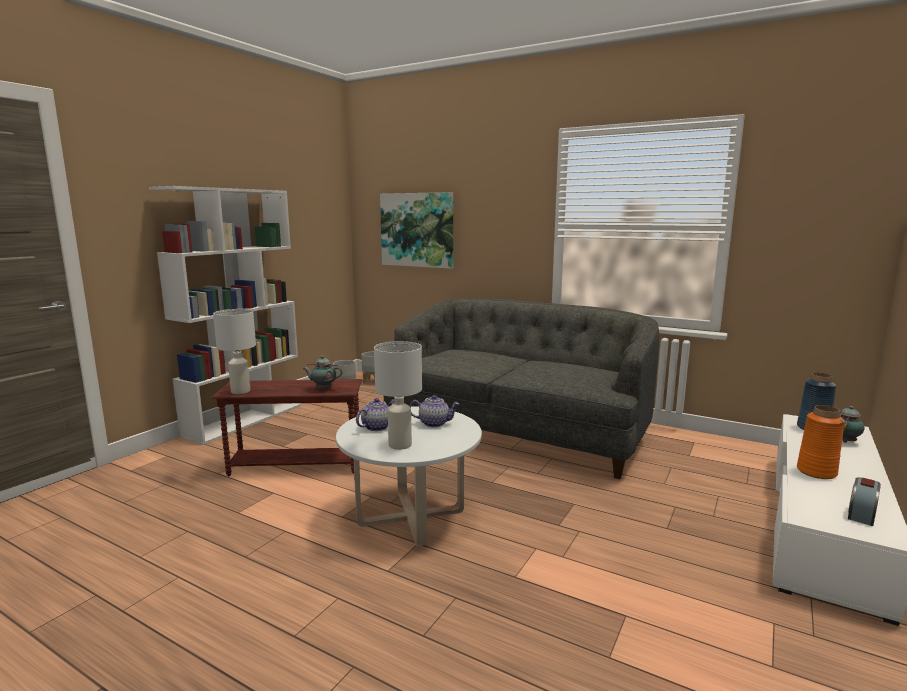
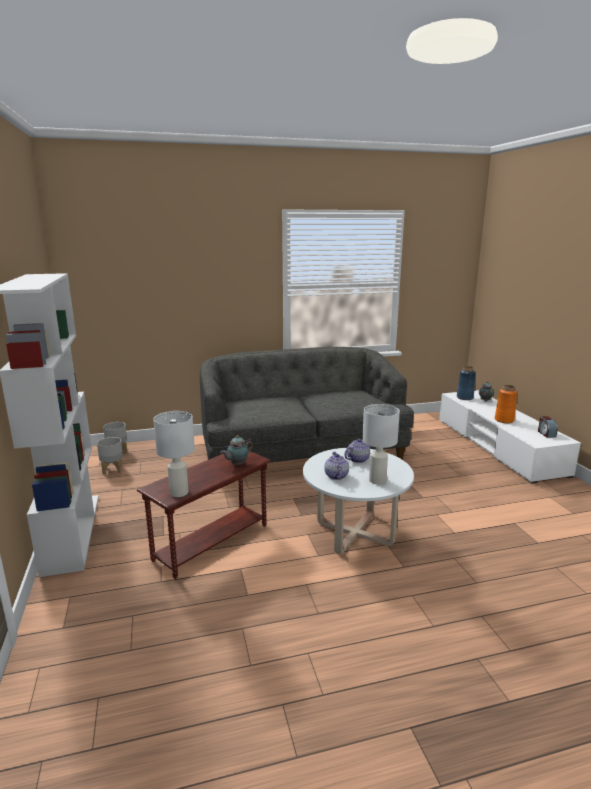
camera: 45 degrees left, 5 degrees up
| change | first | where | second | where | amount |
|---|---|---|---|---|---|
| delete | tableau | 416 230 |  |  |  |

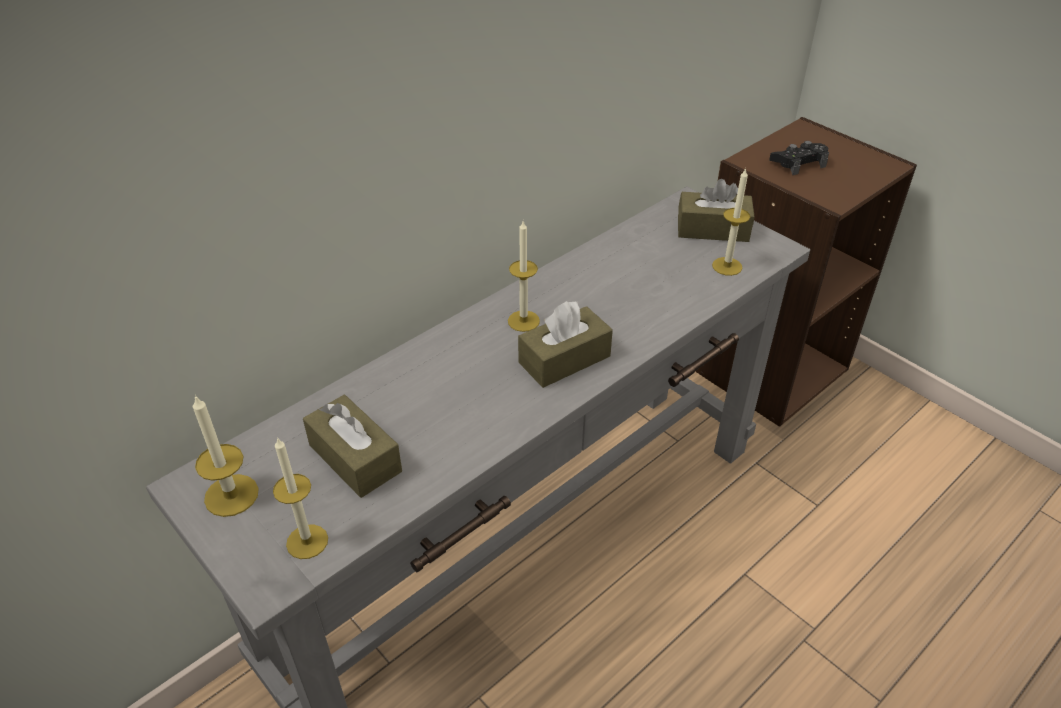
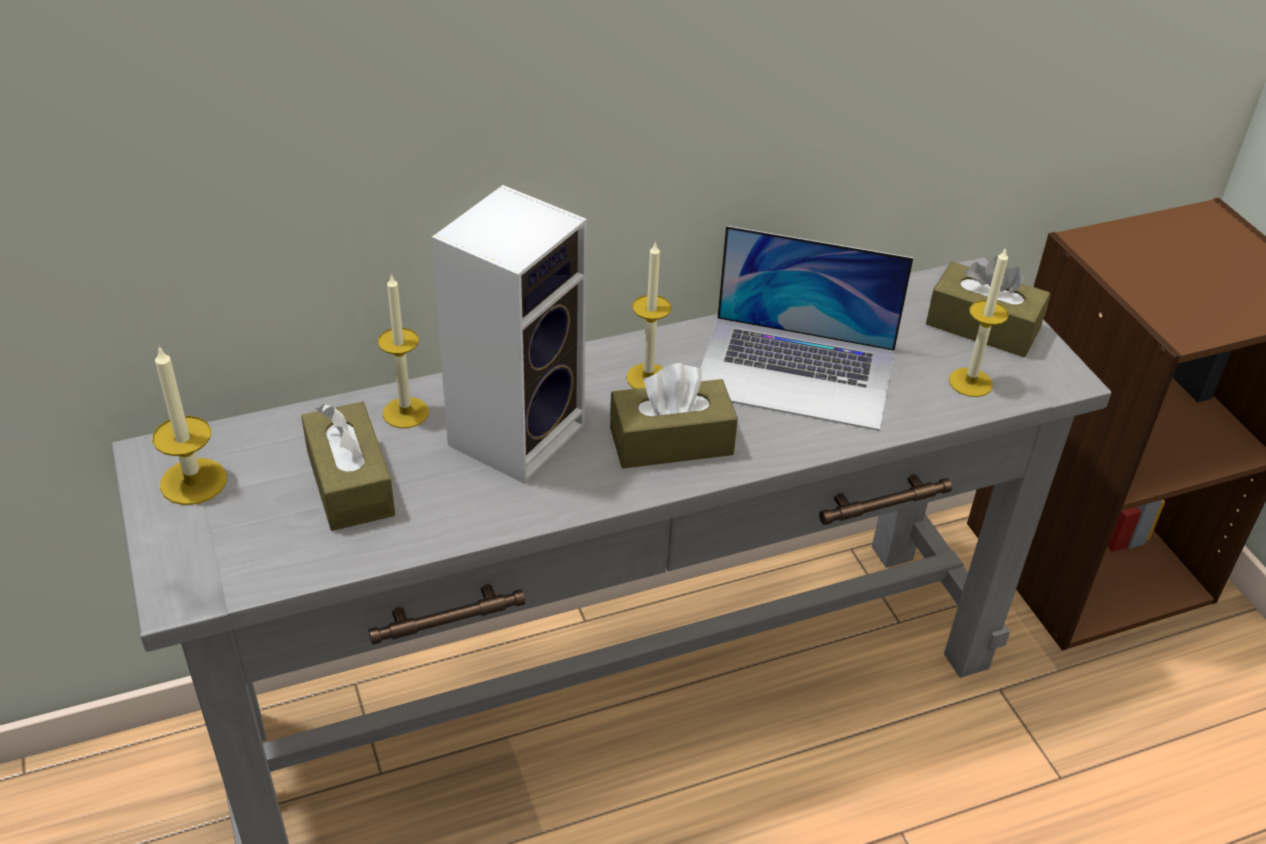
camera: 20 degrees right, 0 degrees up
| change | first | where | second | where | amount |
|---|---|---|---|---|---|
| delete | manette [noir] | 799 158 |  |  |  |
| insert |  |  | enceinte | 509 334 |  |
| insert |  |  | ordinateur portable | 806 328 |  |
| move | bougie | 300 498 |  | 403 351 |  |

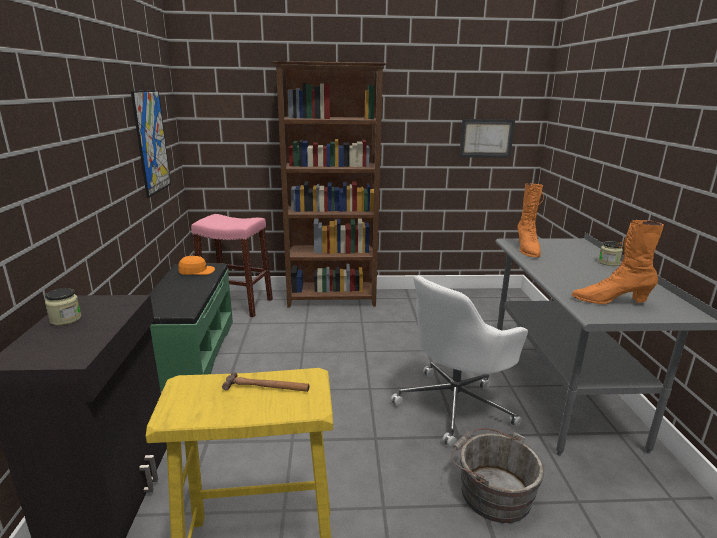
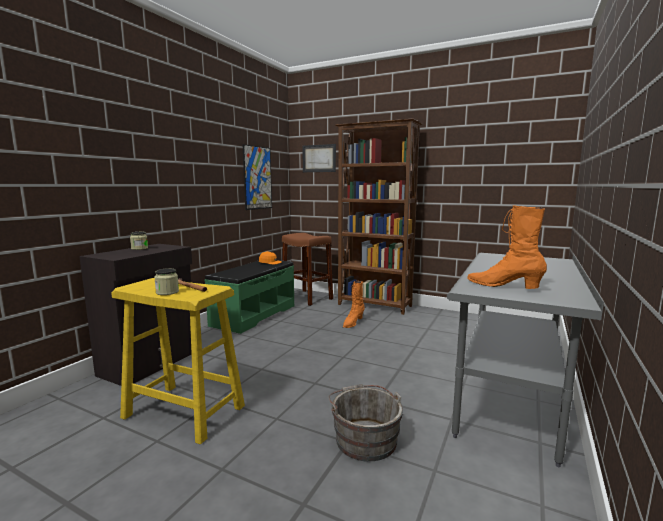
camera: 30 degrees right, 10 degrees down
| change | first | where | second | where | amount |
|---|---|---|---|---|---|
| delete | chaise de bureau [blanc] | 459 361 |  |  |  |
| move | tableau | 487 138 |  | 319 158 |  |
| move | botte [orange] | 531 220 |  | 354 304 |  |
| move | bocal | 610 253 |  | 166 281 |  |
| recolor | tabouret [rose] | 232 265 | tabouret [marron] | 307 269 |  |

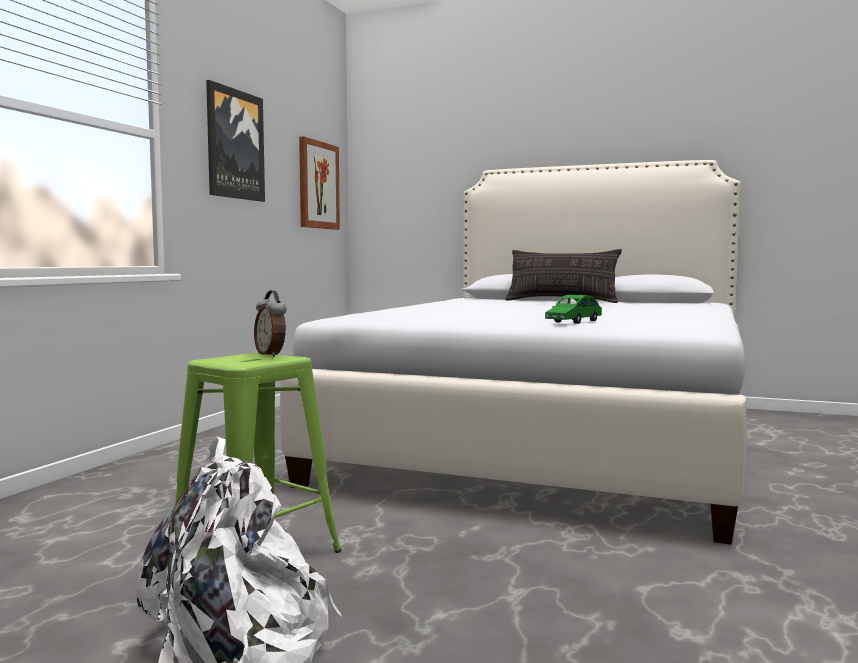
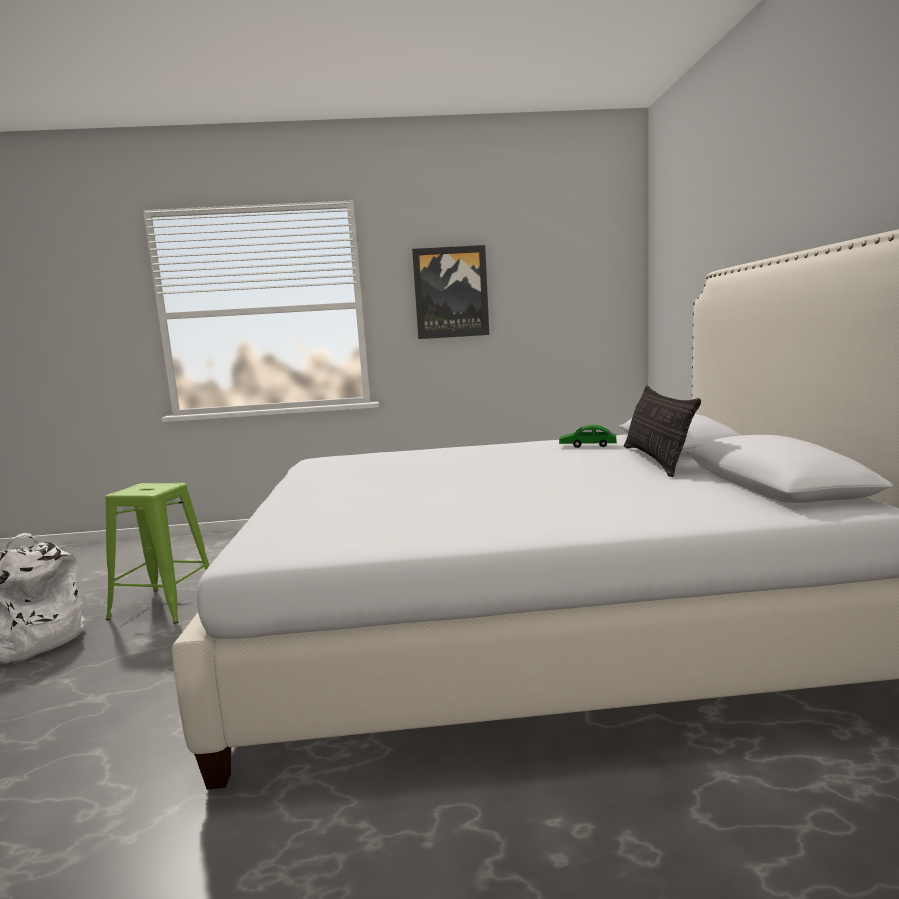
camera: 65 degrees right, 5 degrees up
| change | first | where | second | where | amount |
|---|---|---|---|---|---|
| delete | réveil | 270 323 |  |  |  |
| delete | tableau | 319 183 |  |  |  |
| move | petite voiture [vert] | 573 309 |  | 587 436 |  |

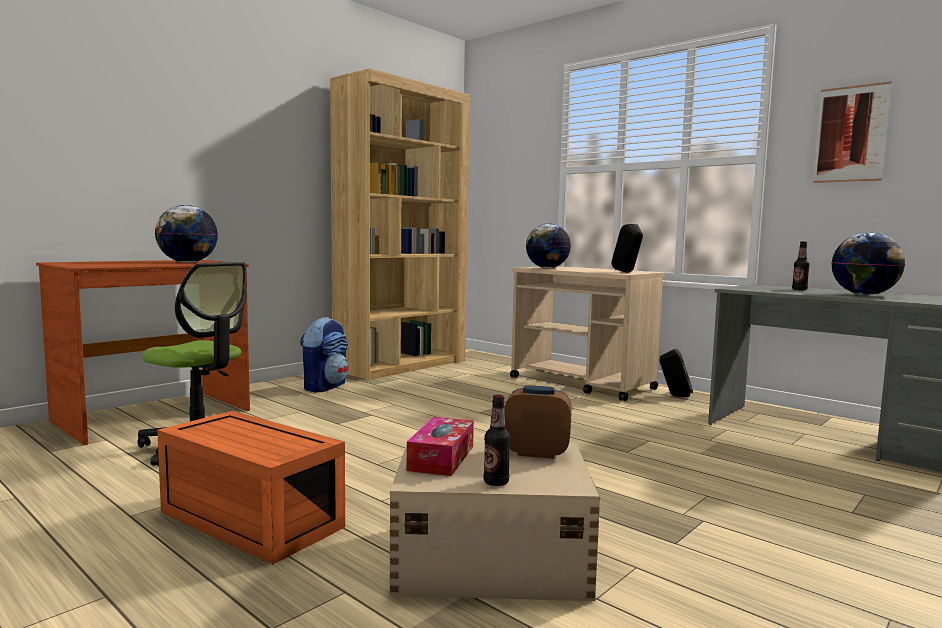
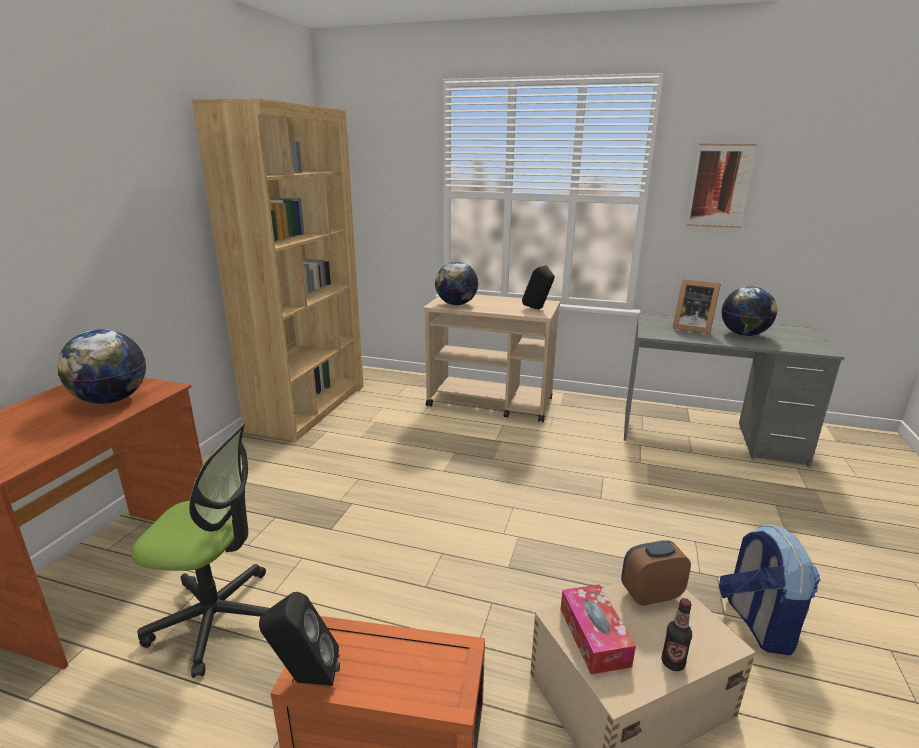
camera: 25 degrees left, 15 degrees up
| change | first | where | second | where | amount |
|---|---|---|---|---|---|
| move | sac à dos | 324 354 |  | 769 589 |  |
| move | enceinte [noir] | 676 373 |  | 299 639 |  |
| replace | bouteille | 801 265 | cadre photo | 697 307 |  |

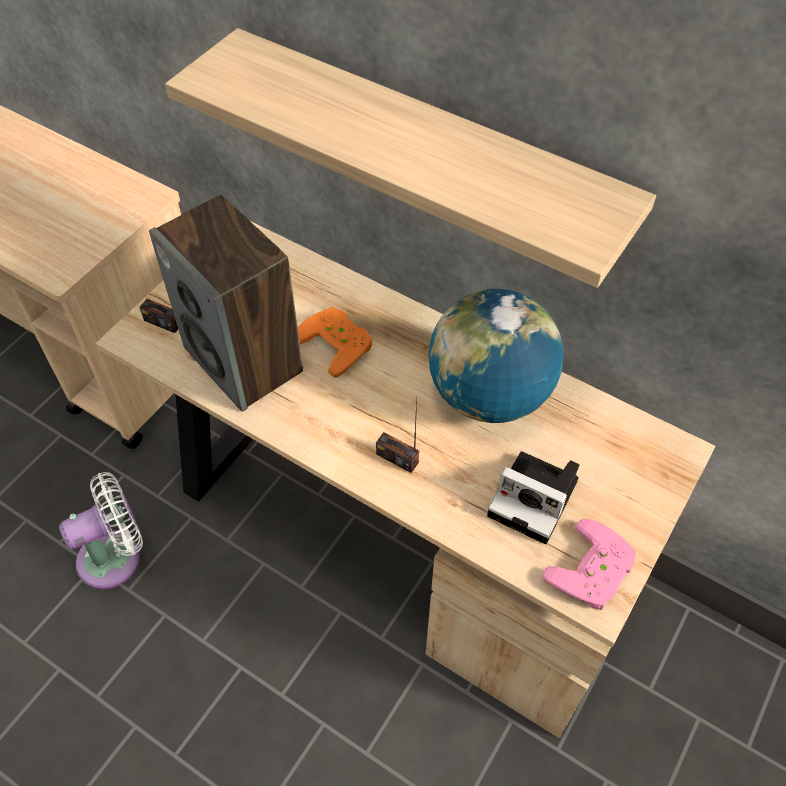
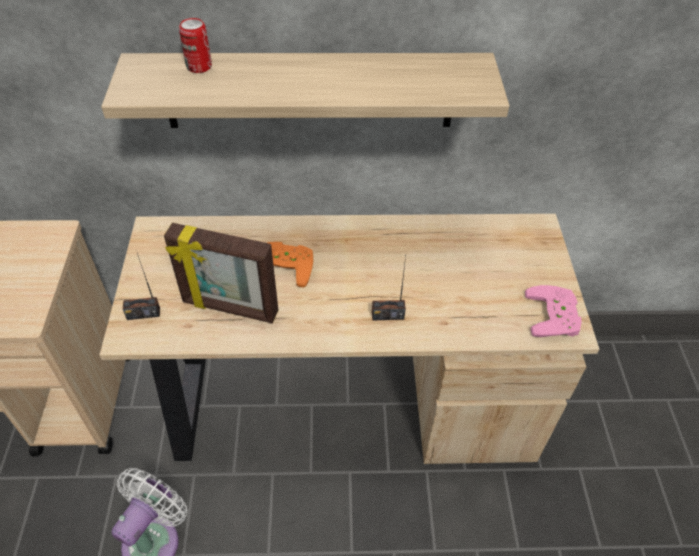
camera: 35 degrees left, 5 degrees down
| change | first | where | second | where | amount |
|---|---|---|---|---|---|
| delete | globe | 496 356 |  |  |  |
| delete | appareil photo | 533 498 |  |  |  |
| insert |  |  | boîte métallique | 195 45 |  |
| replace | enceinte | 226 303 | cadre photo | 221 273 |  |

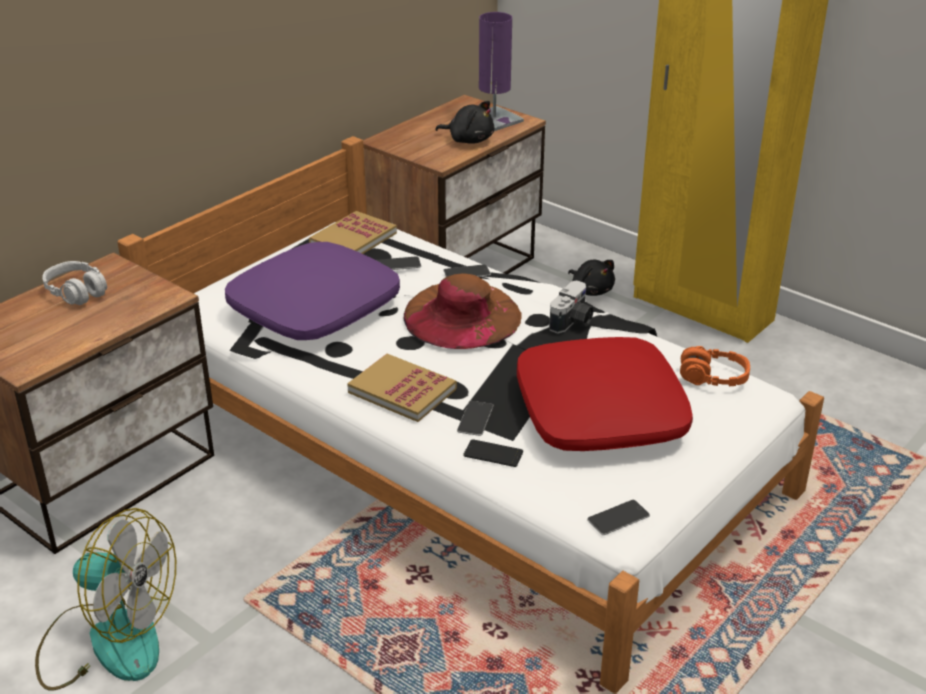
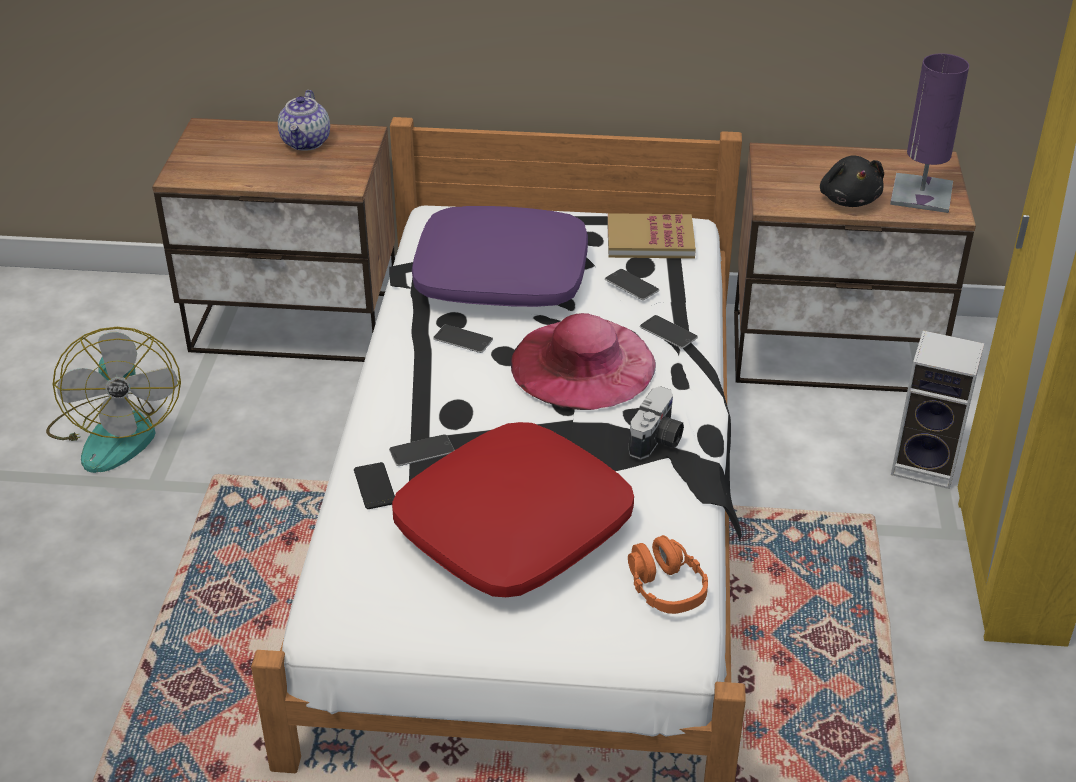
camera: 55 degrees right, 5 degrees up
| change | first | where | second | where | amount |
|---|---|---|---|---|---|
| delete | livre | 402 388 |  |  |  |
| move | téléphone | 618 517 |  | 463 339 |  |
| replace | casque audio [gris] | 74 283 | théière | 304 120 |  |
| replace | peluche [noir] | 591 278 | enceinte | 937 409 |  |
| recolor | chapeau [marron] | 463 311 | chapeau [rose] | 583 361 |  |
| rotate | appareil photo | 571 307 |  | 656 423 | 60 degrees counterclockwise |

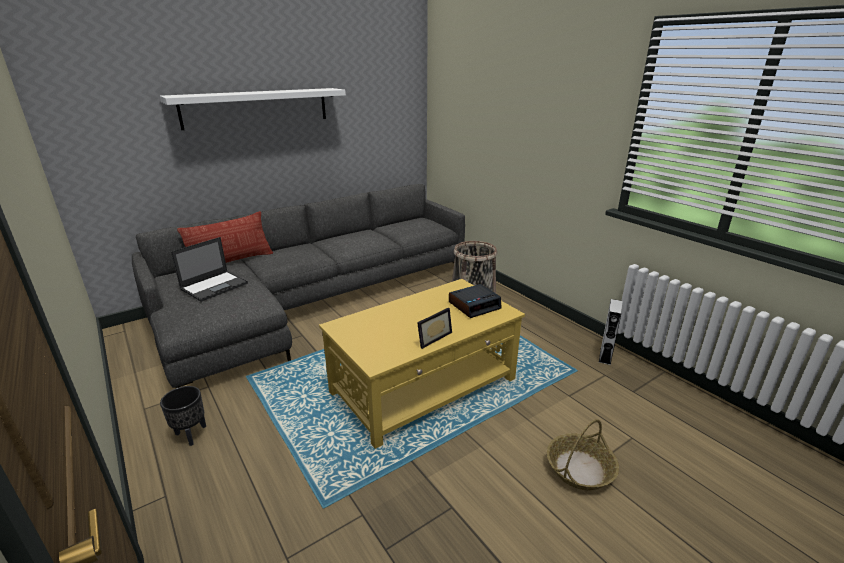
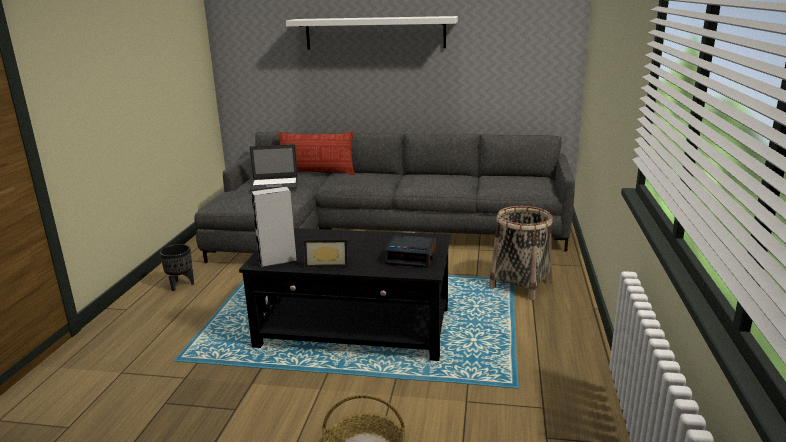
camera: 45 degrees right, 5 degrees down
| change | first | where | second | where | amount |
|---|---|---|---|---|---|
| move | enceinte [gris] | 610 332 |  | 274 227 |  |
| recolor | table basse [jaune] | 422 364 | table basse [noir] | 345 294 |  |

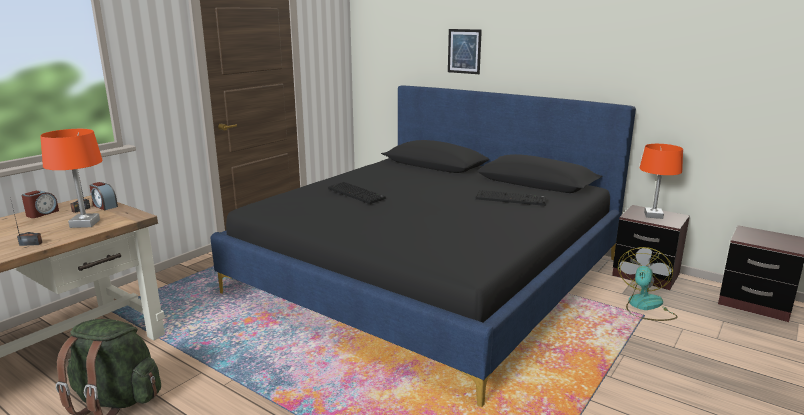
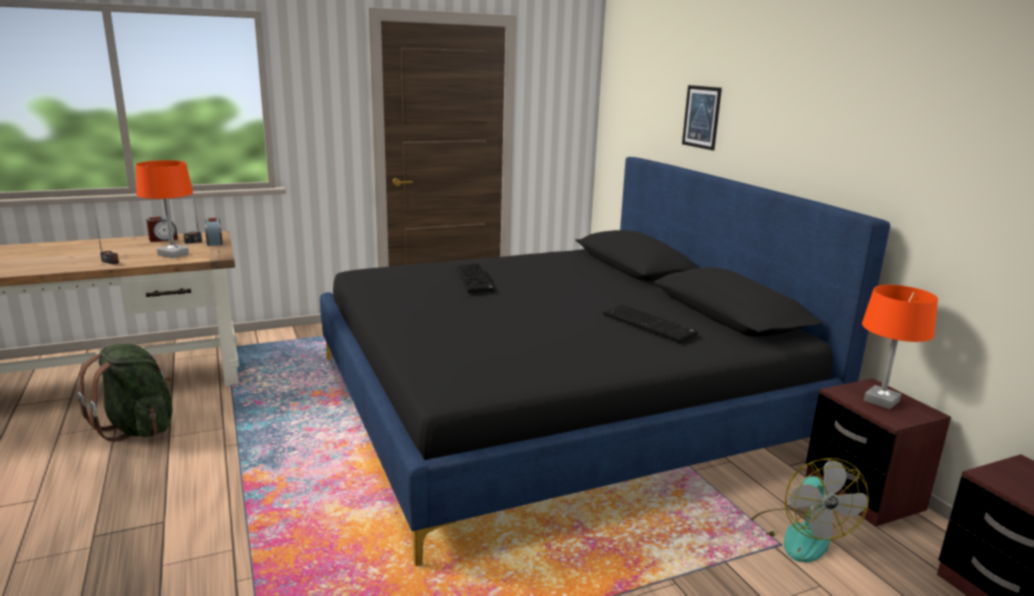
camera: 30 degrees right, 0 degrees up
| change | first | where | second | where | amount |
|---|---|---|---|---|---|
| rotate | ventilateur | 648 284 |  | 810 510 | 120 degrees clockwise |

